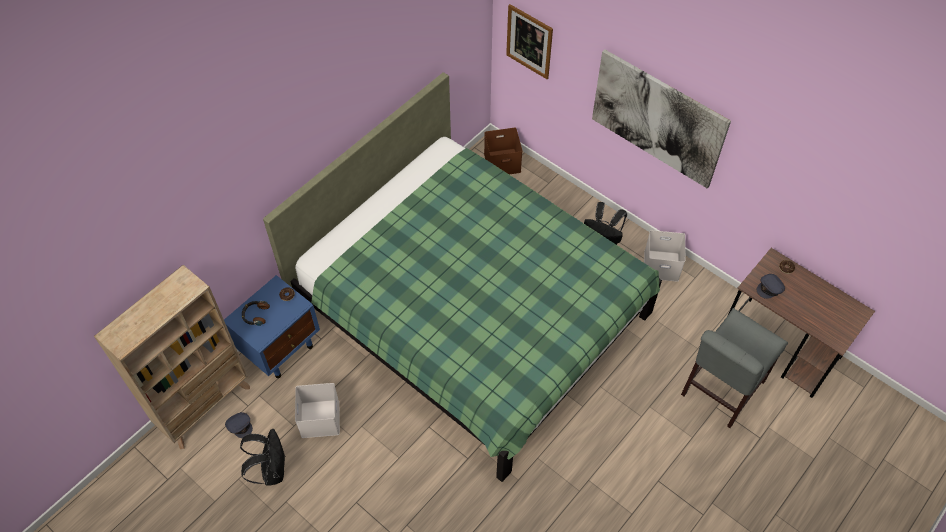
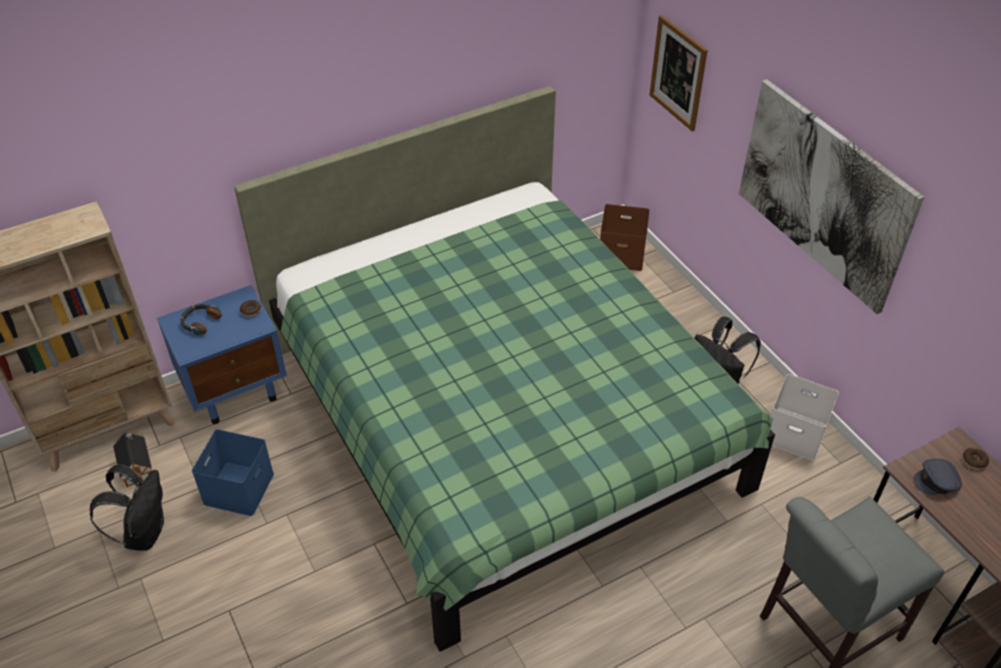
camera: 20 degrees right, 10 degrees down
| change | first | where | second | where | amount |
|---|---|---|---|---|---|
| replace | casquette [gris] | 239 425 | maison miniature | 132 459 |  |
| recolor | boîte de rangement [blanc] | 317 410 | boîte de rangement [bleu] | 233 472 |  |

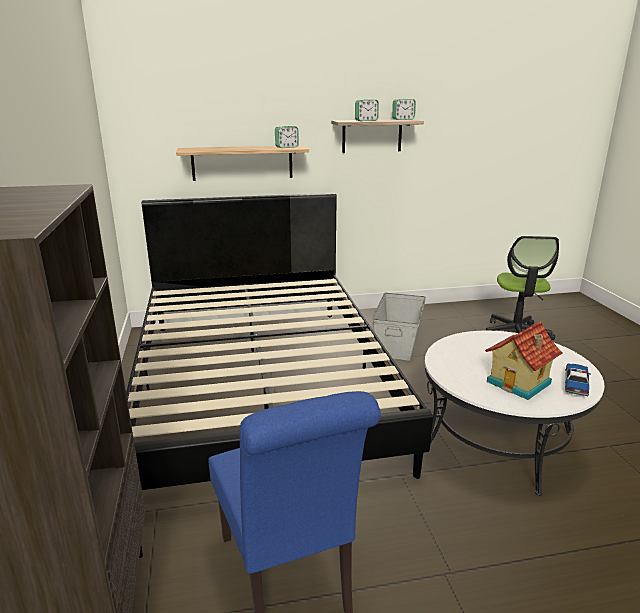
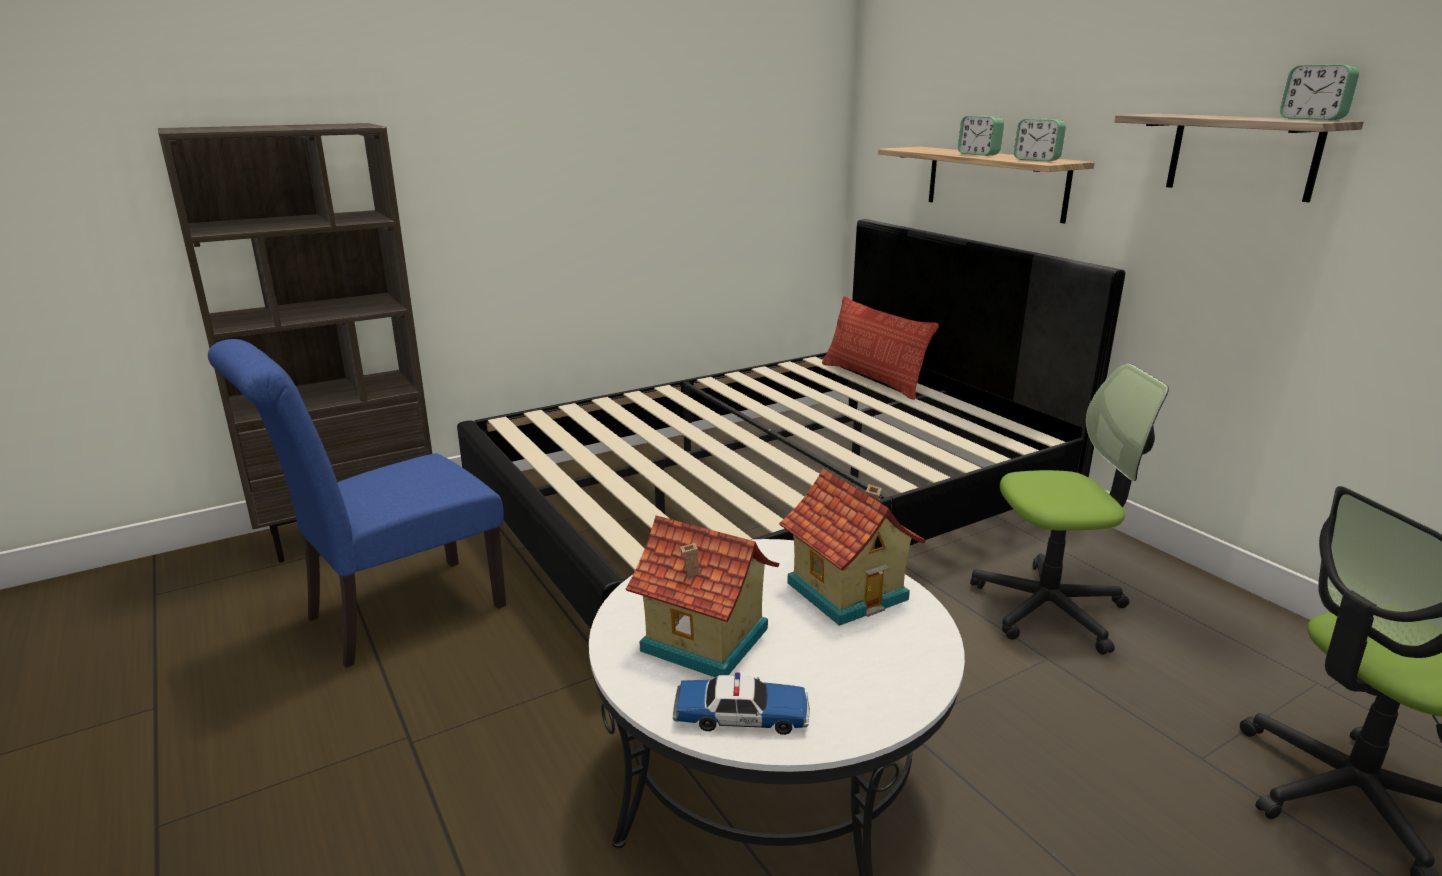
camera: 70 degrees right, 0 degrees up
| change | first | where | second | where | amount |
|---|---|---|---|---|---|
| insert |  |  | maison miniature | 852 547 |  |
| insert |  |  | coussin | 880 348 |  |
| move | réveil | 367 110 |  | 981 136 |  |
| replace | boîte de rangement [gris] | 399 327 | chaise de bureau | 1069 509 |  |

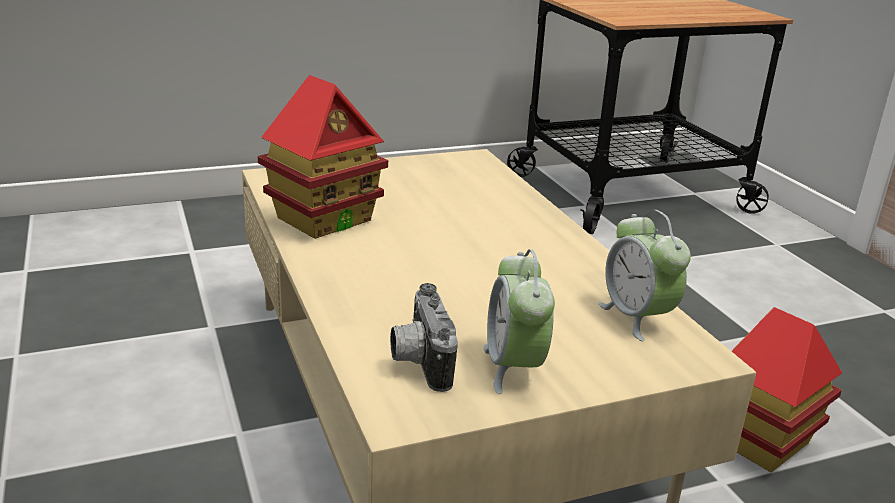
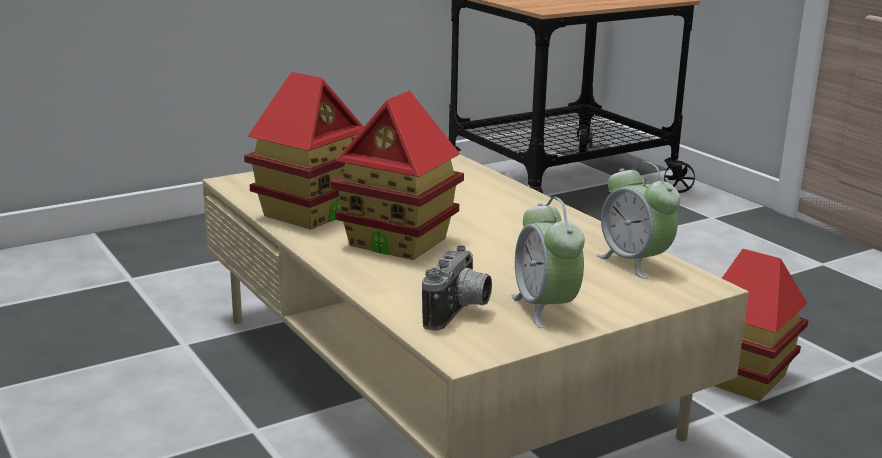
camera: 10 degrees left, 5 degrees down
| change | first | where | second | where | amount |
|---|---|---|---|---|---|
| insert |  |  | maison miniature | 397 175 |  |
| rotate | appareil photo | 424 337 |  | 457 288 | 135 degrees counterclockwise |

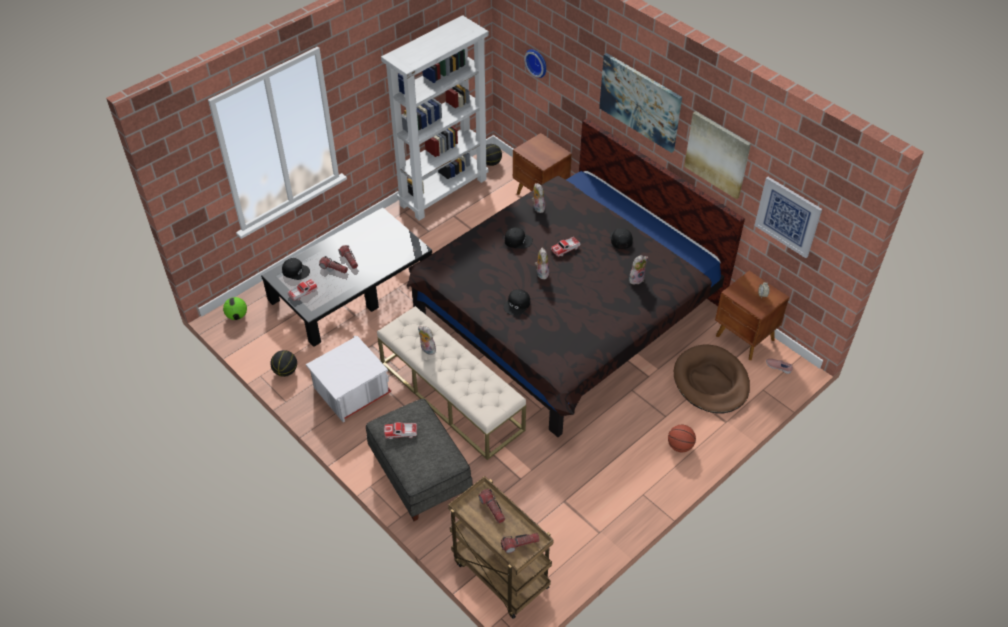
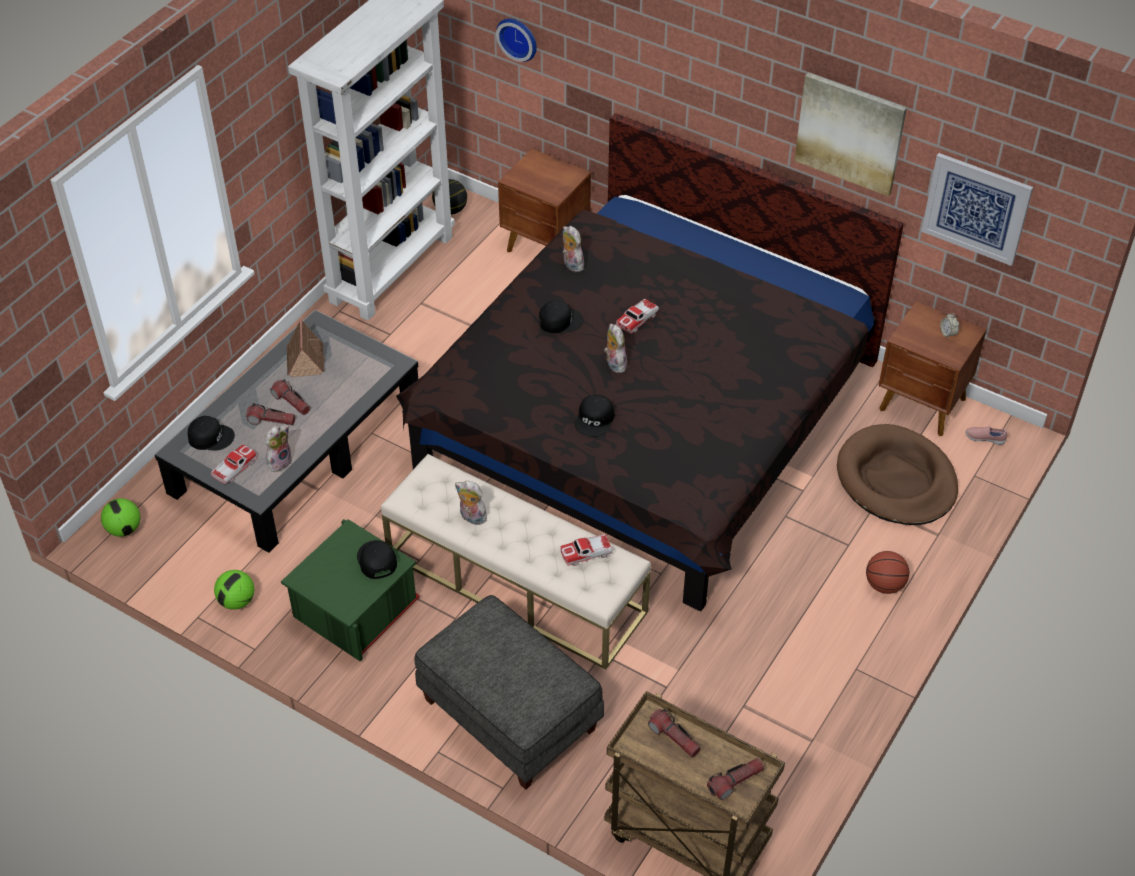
camera: 15 degrees left, 0 degrees up
| change | first | where | second | where | amount |
|---|---|---|---|---|---|
| delete | tableau | 640 103 |  |  |  |
| insert |  |  | maison miniature | 306 348 |  |
| move | petite voiture | 400 430 |  | 586 550 |  |
| move | casquette [noir] | 621 238 |  | 377 559 |  |
| move | peluche | 638 269 |  | 278 449 |  |
| replace | ballon de basket | 283 363 | ballon de foot | 234 590 |  |
| recolor | boîte de rangement [blanc] | 348 378 | boîte de rangement [vert] | 350 590 |  |

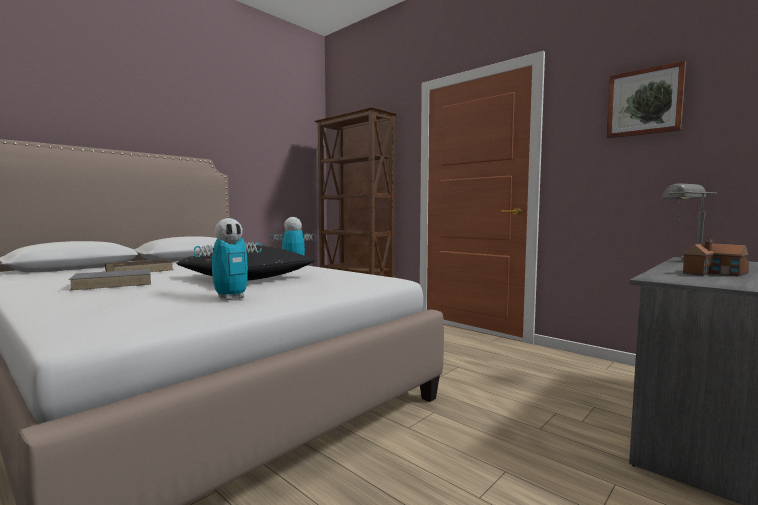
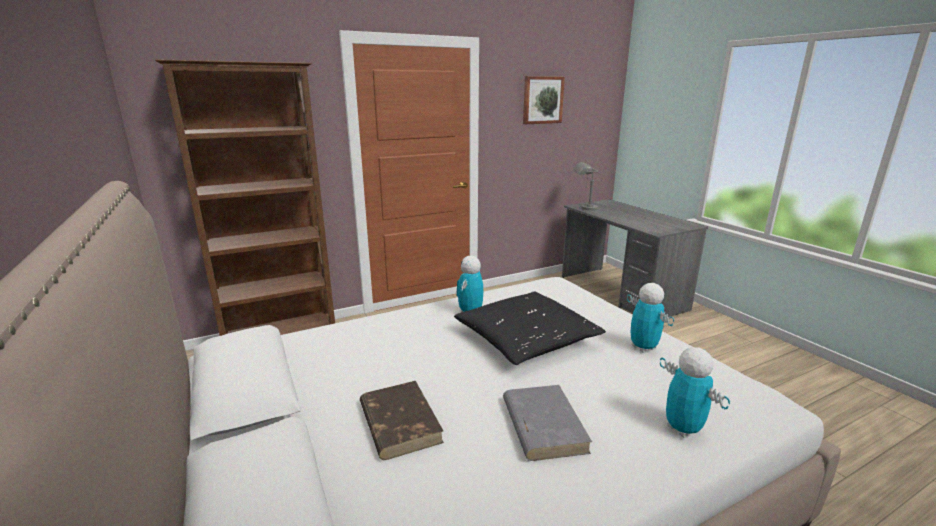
camera: 70 degrees left, 15 degrees up
| change | first | where | second | where | amount |
|---|---|---|---|---|---|
| delete | maison miniature | 715 257 |  |  |  |
| insert |  |  | robot jouet | 695 392 |  |

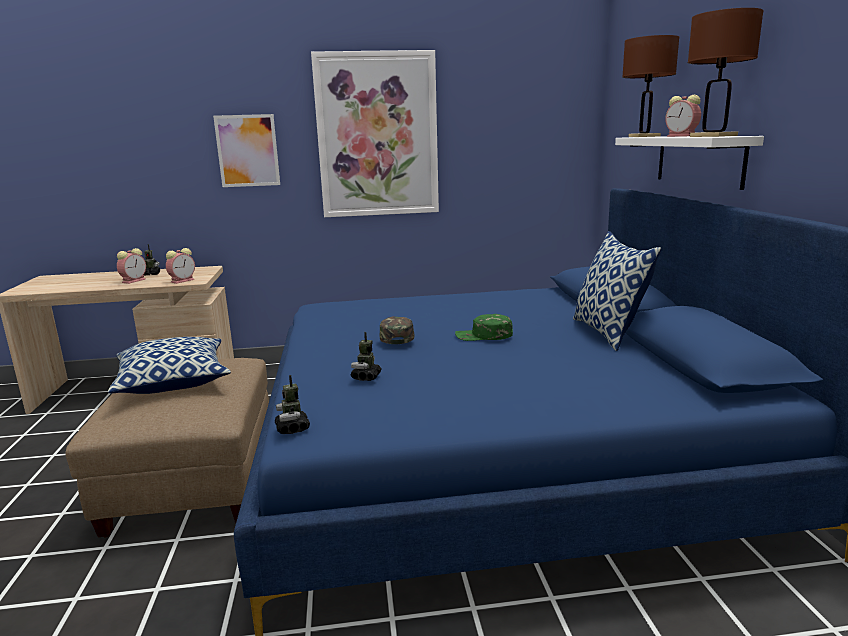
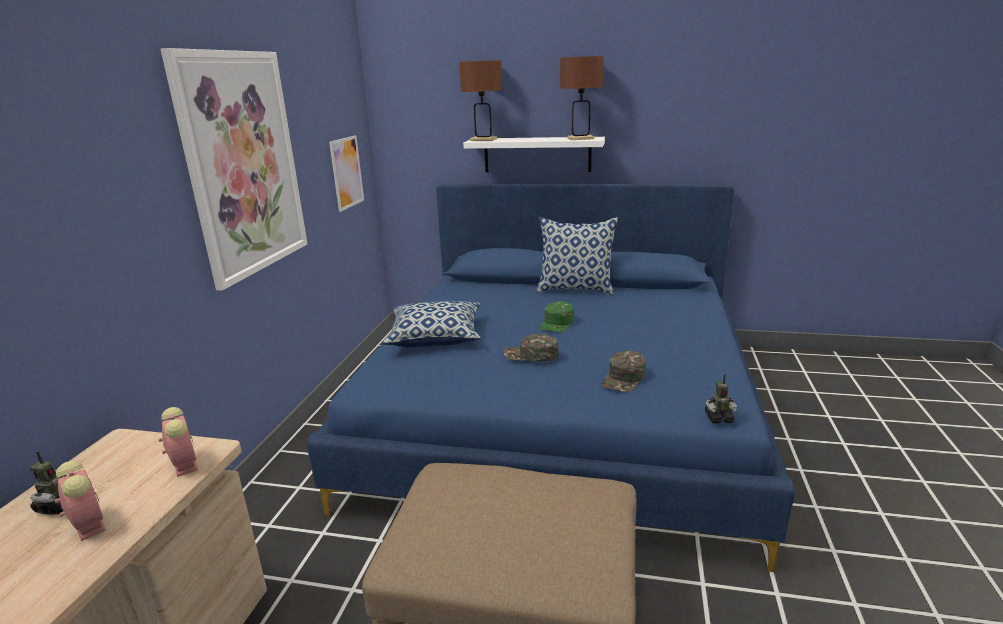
camera: 70 degrees left, 5 degrees up
| change | first | where | second | where | amount |
|---|---|---|---|---|---|
| delete | réveil | 683 116 |  |  |  |
| move | coussin | 169 365 |  | 431 324 |  |
| move | tableau | 246 150 |  | 346 173 |  |
| replace | robot jouet | 366 356 | casquette [vert] | 623 371 |  |

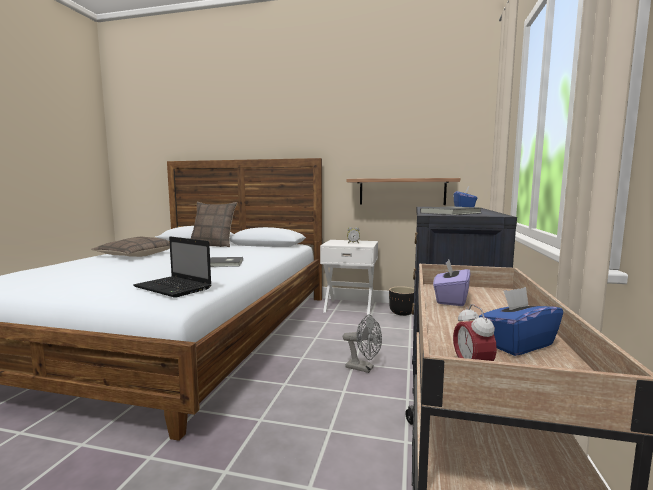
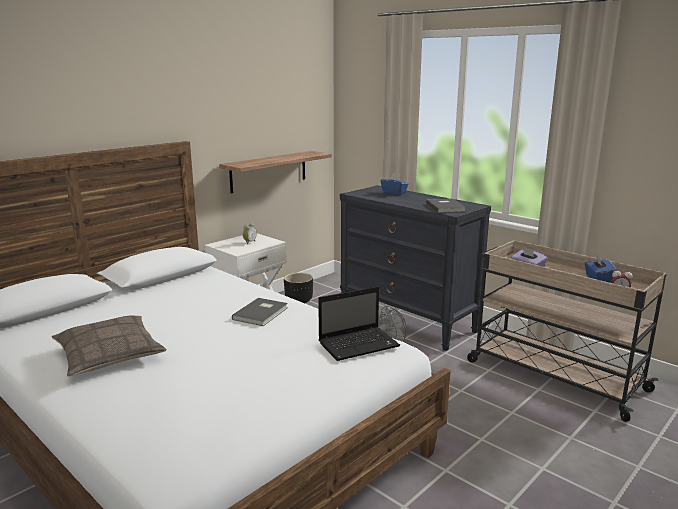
camera: 60 degrees left, 10 degrees up
| change | first | where | second | where | amount |
|---|---|---|---|---|---|
| delete | coussin | 214 224 |  |  |  |

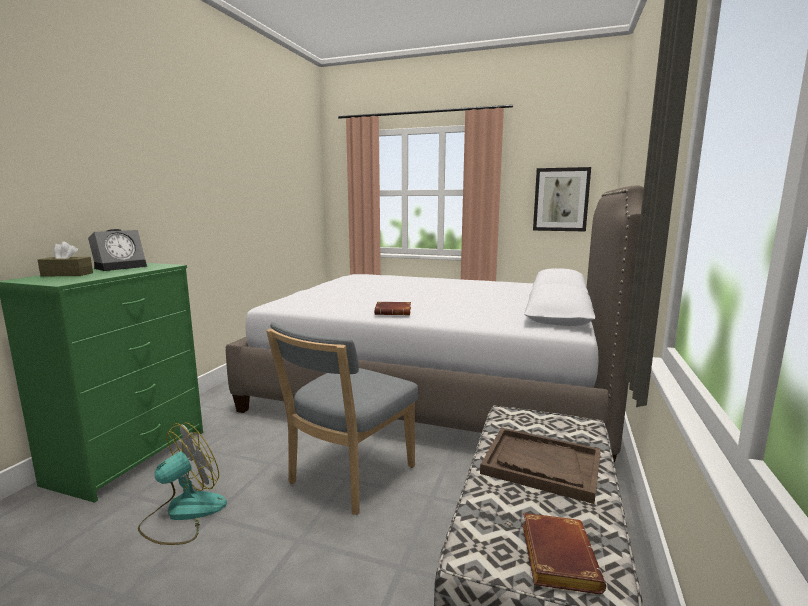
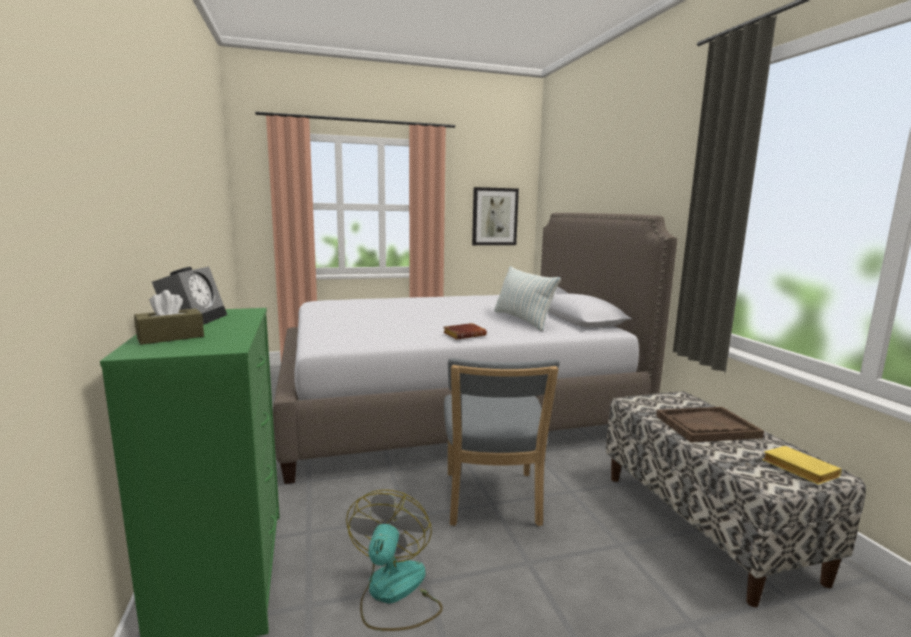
camera: 35 degrees left, 0 degrees up
| change | first | where | second | where | amount |
|---|---|---|---|---|---|
| insert |  |  | coussin | 527 298 |  |
| recolor | livre [marron] | 564 553 | livre [jaune] | 802 465 |  |

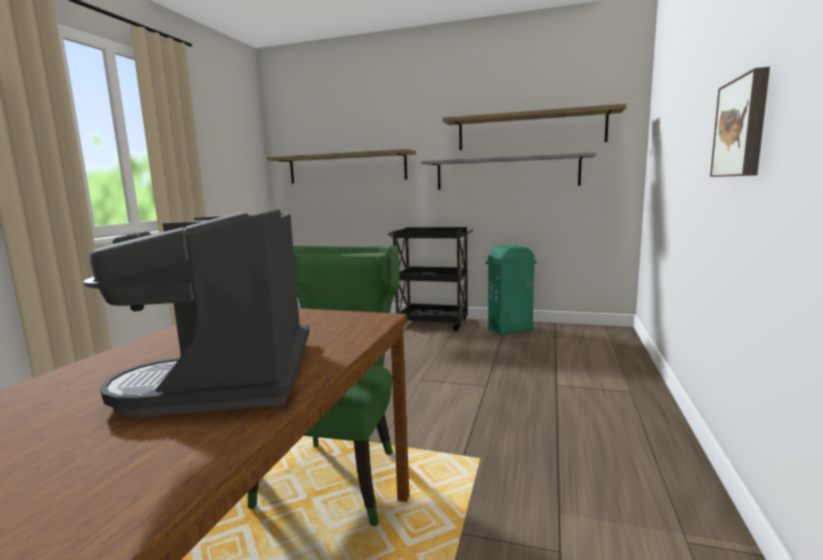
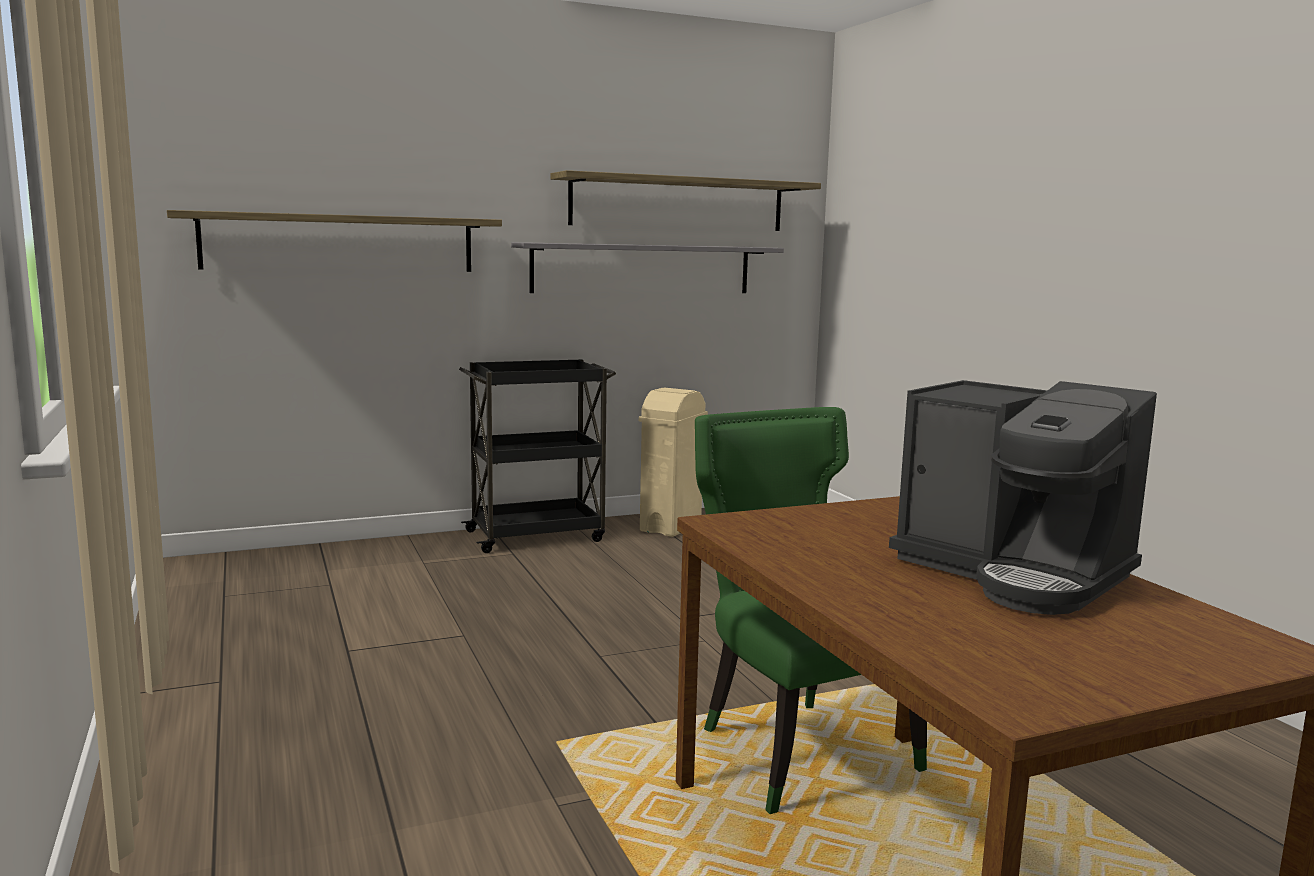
camera: 40 degrees left, 0 degrees up
| change | first | where | second | where | amount |
|---|---|---|---|---|---|
| delete | tableau | 740 122 |  |  |  |
| recolor | poubelle [vert] | 511 290 | poubelle [beige] | 673 462 |  |

